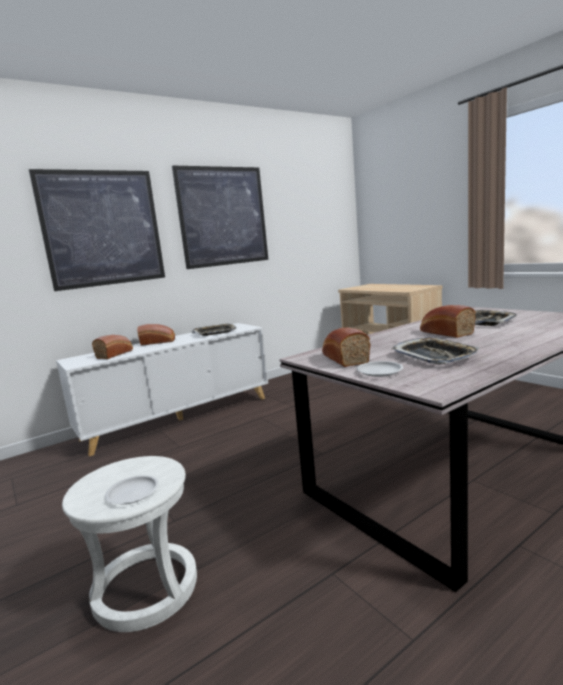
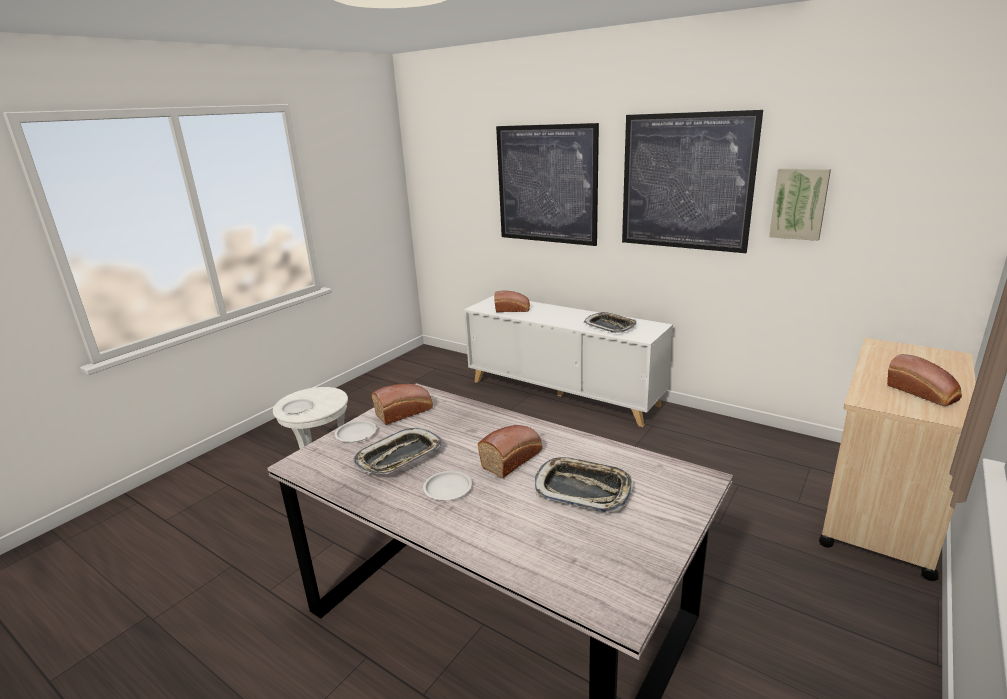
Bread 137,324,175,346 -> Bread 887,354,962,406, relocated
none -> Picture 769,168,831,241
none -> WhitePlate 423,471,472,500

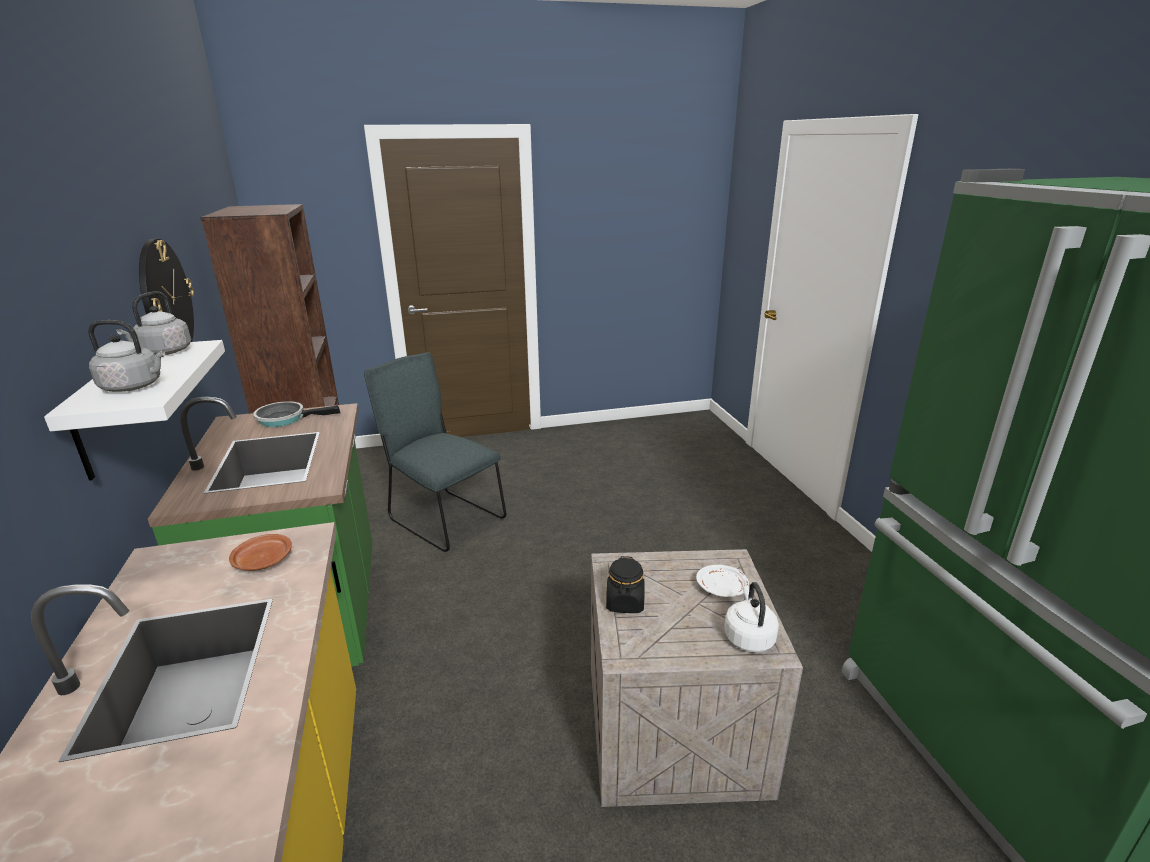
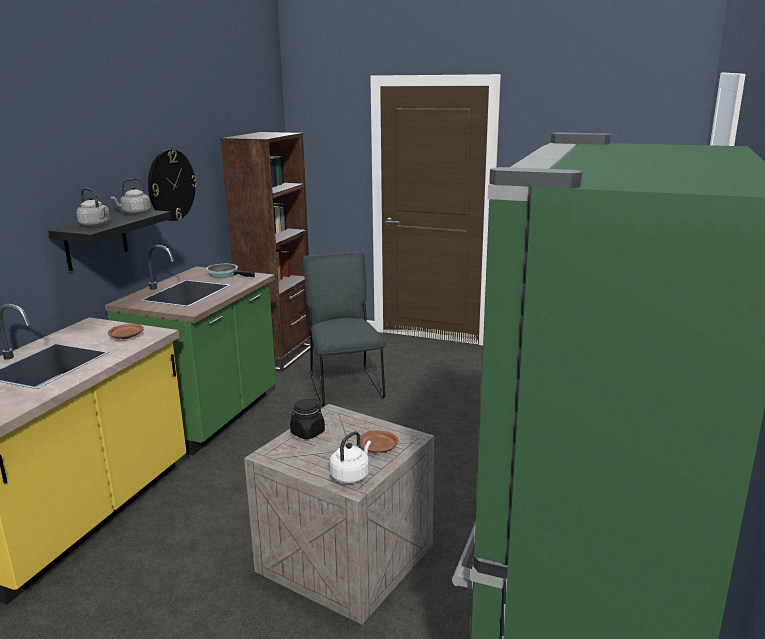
WhiteShelf 44,340,225,481 -> BlackShelf 48,210,171,271
WhitePlate 696,565,749,597 -> BrownPlate 360,430,398,452

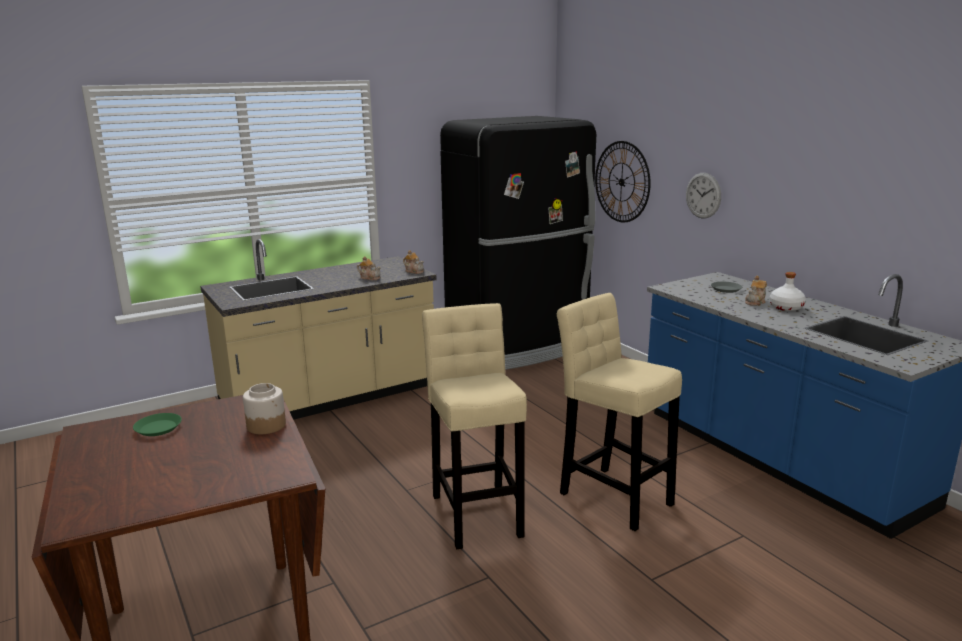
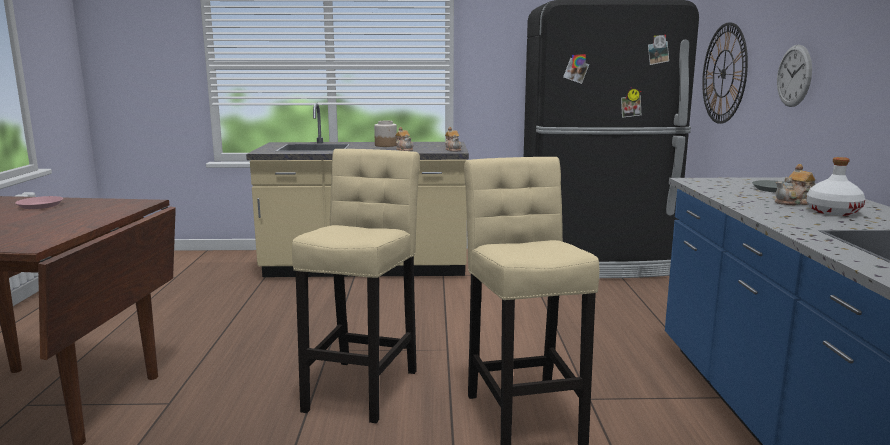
Jar 243,383,286,434 -> Jar 374,121,397,147, relocated
GreenPlate 133,413,182,436 -> PinkPlate 15,196,63,209

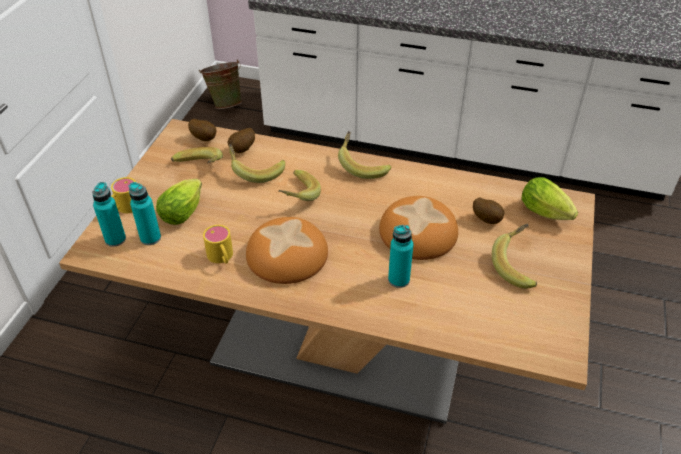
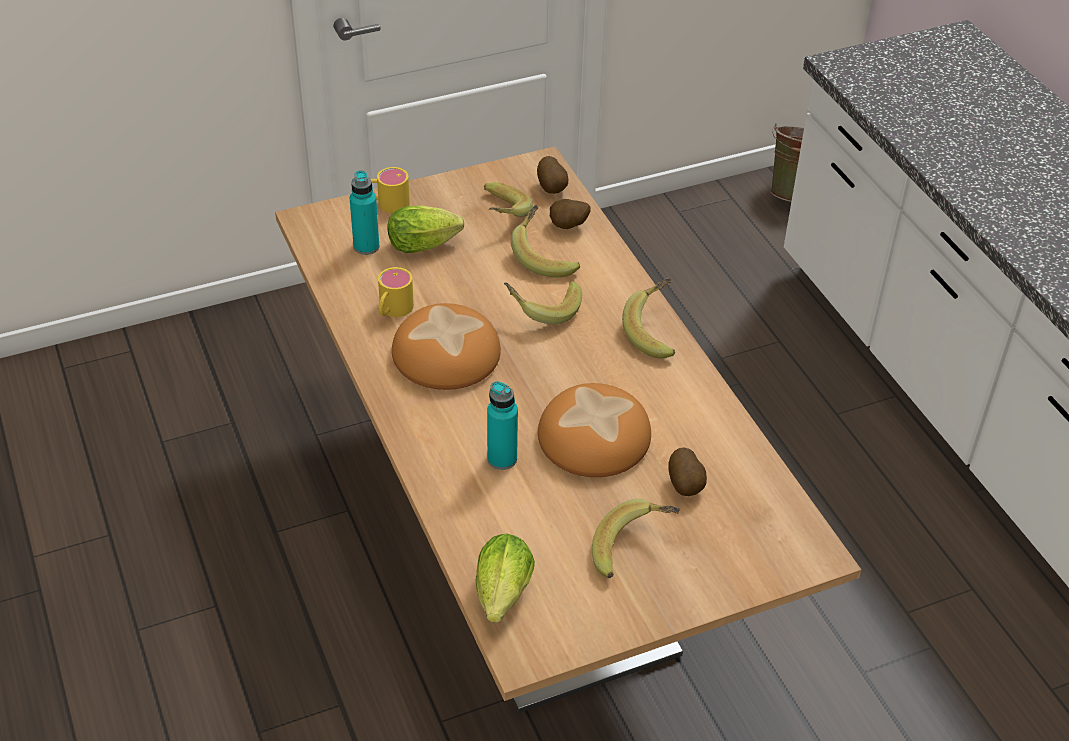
Lettuce 522,177,578,220 -> Lettuce 476,533,535,623, relocated
TurquoiseBottle 92,182,126,247 -> none

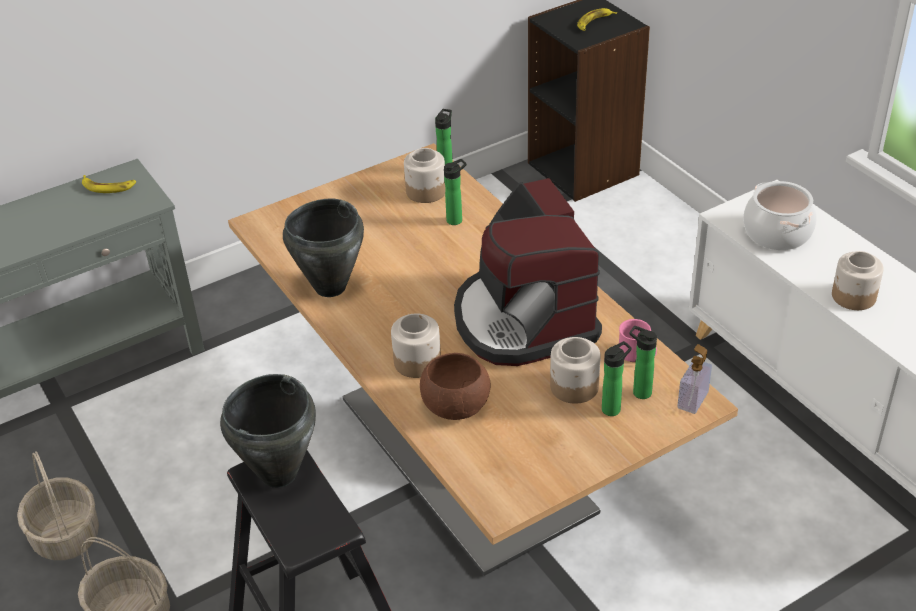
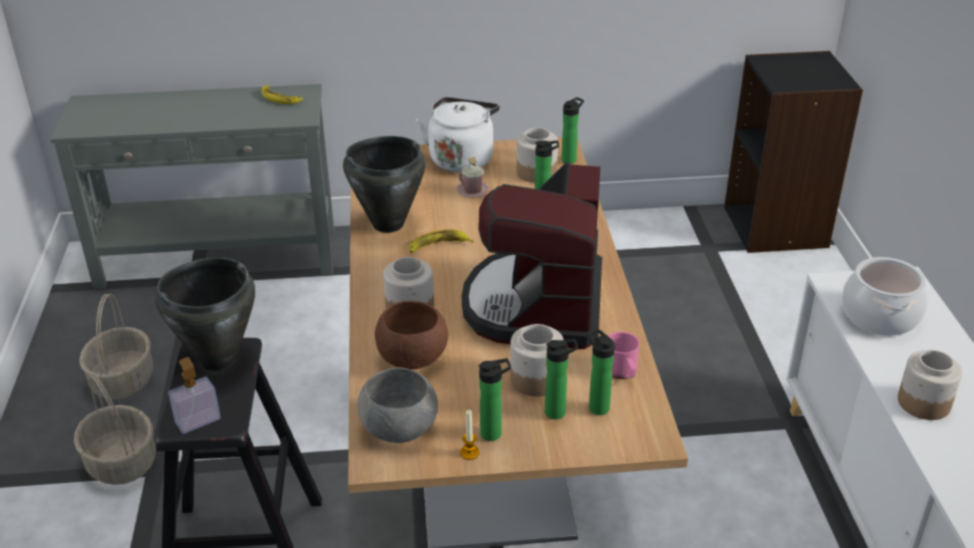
Banana 577,8,617,31 -> Banana 409,230,474,253, relocated
SoapDispenser 677,344,712,414 -> SoapDispenser 168,357,221,434, relocated
none -> WhiteKettle 416,97,500,172
none -> PinkMug 457,157,489,198
none -> Bottle 479,358,511,441
none -> GreyBowl 357,367,438,443
none -> Candle 460,410,480,460

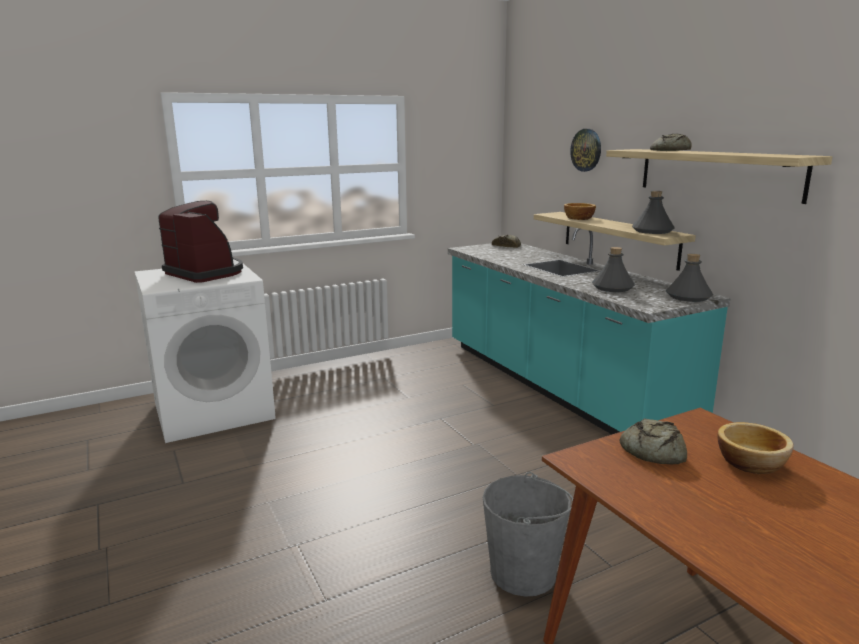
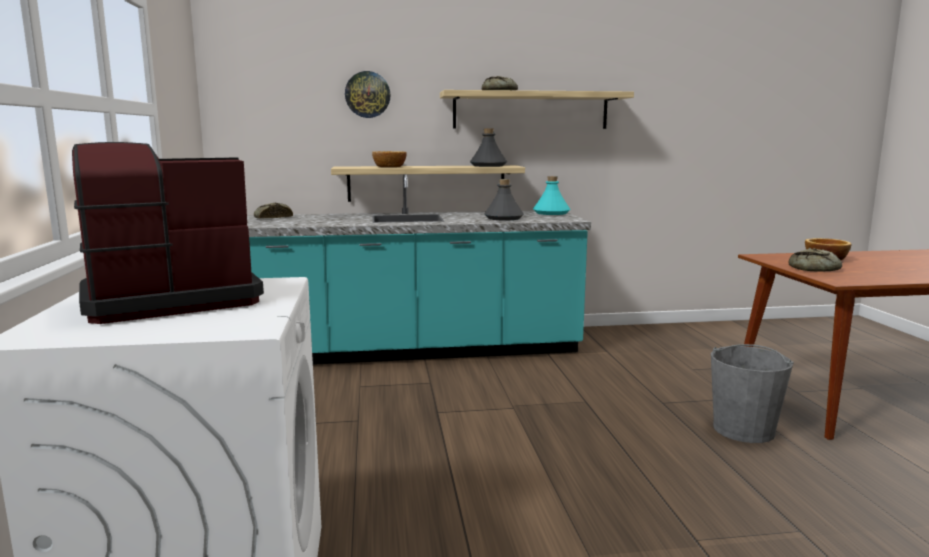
GreyBottle 666,254,713,302 -> TurquoiseBottle 533,176,571,215

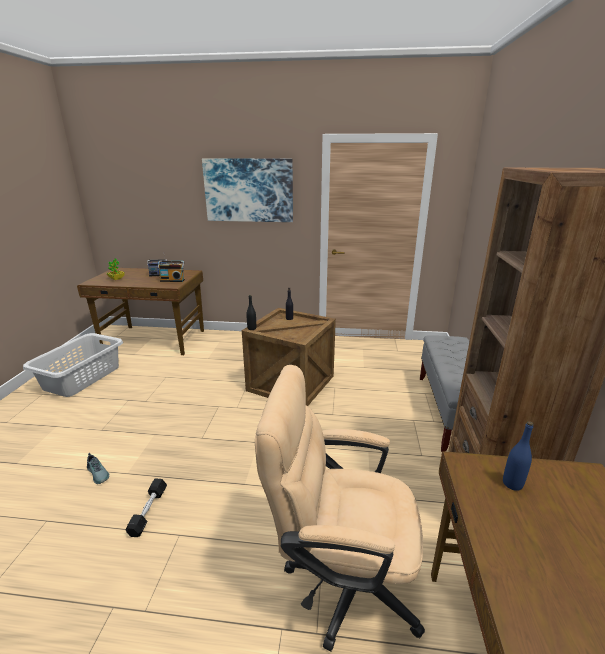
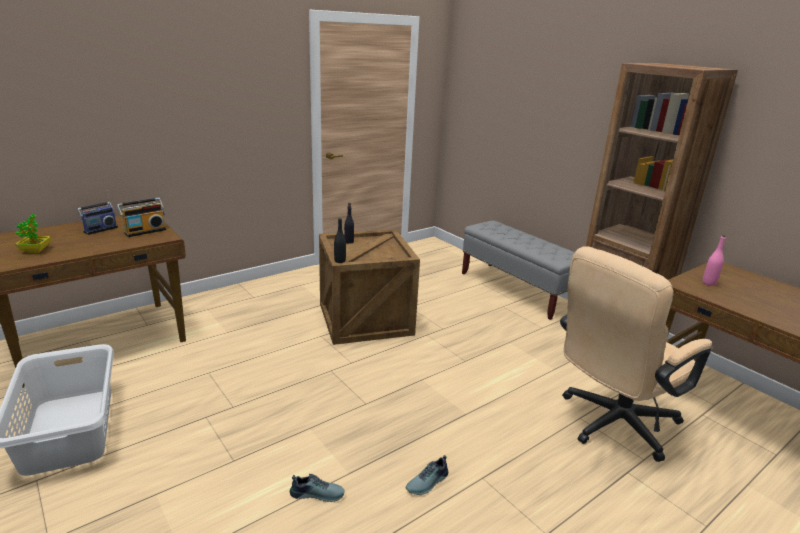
Picture 202,158,293,222 -> none
BlueBottle 503,421,533,491 -> PinkBottle 702,235,726,286
BlackDumbbell 126,478,167,537 -> Shoe 406,455,448,495

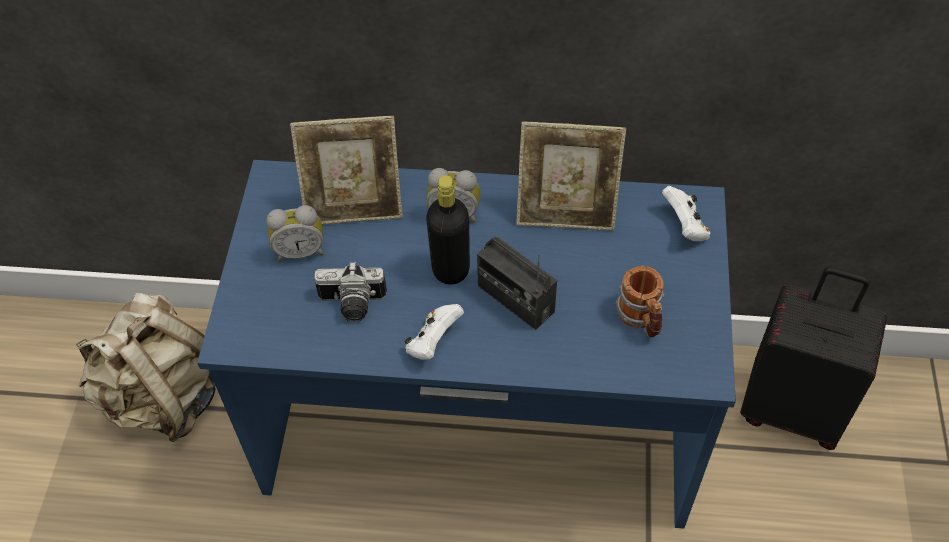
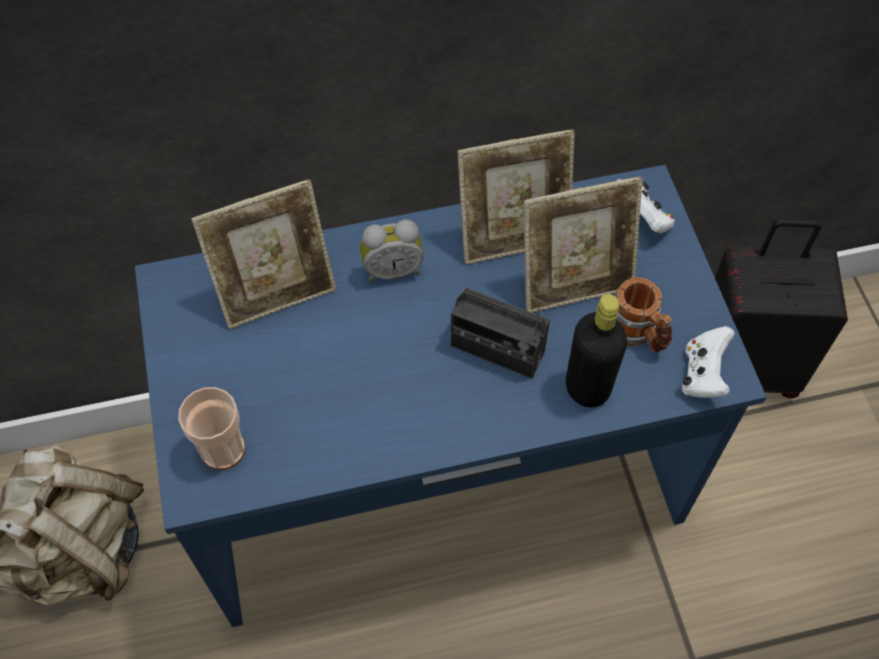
BlackBottle 426,175,470,285 -> BlackBottle 566,294,627,407, relocated
AlarmClock 266,205,324,262 -> none
PhotoCamera 314,262,387,322 -> none
WhiteGameController 404,304,464,360 -> WhiteGameController 682,326,735,398, relocated
none -> PictureFrame 524,176,643,313
none -> Cup 178,387,245,470

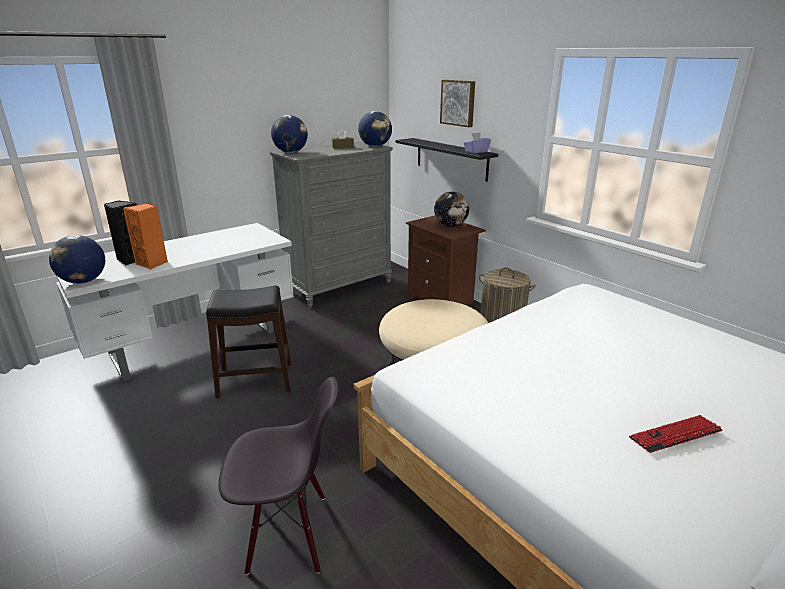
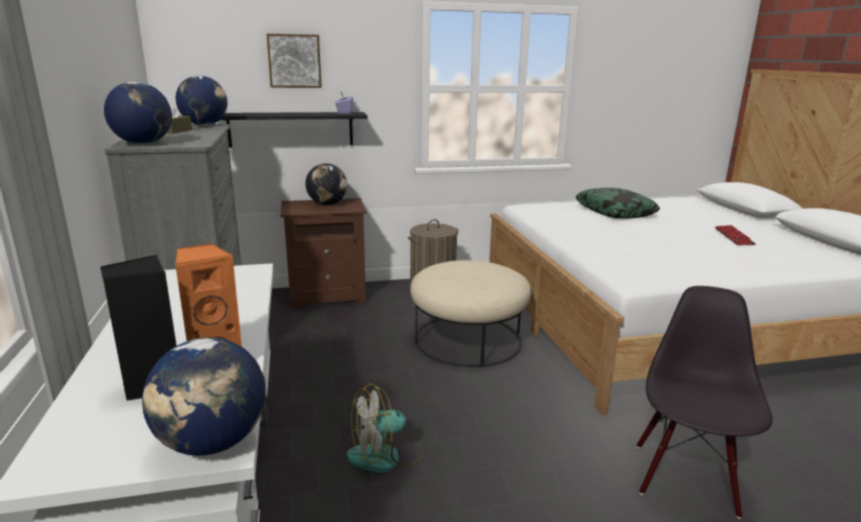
BlackStool 206,286,291,398 -> Fan 347,383,424,473
none -> Pillow 576,188,660,219

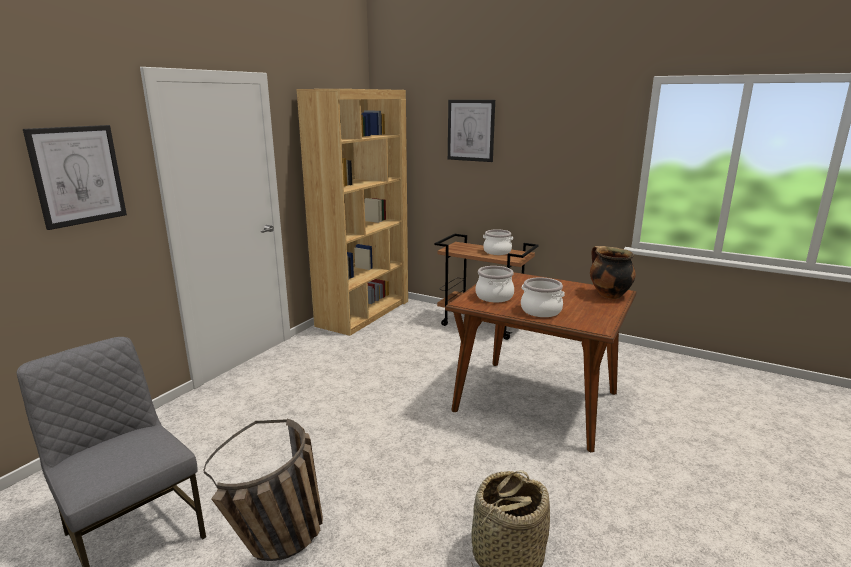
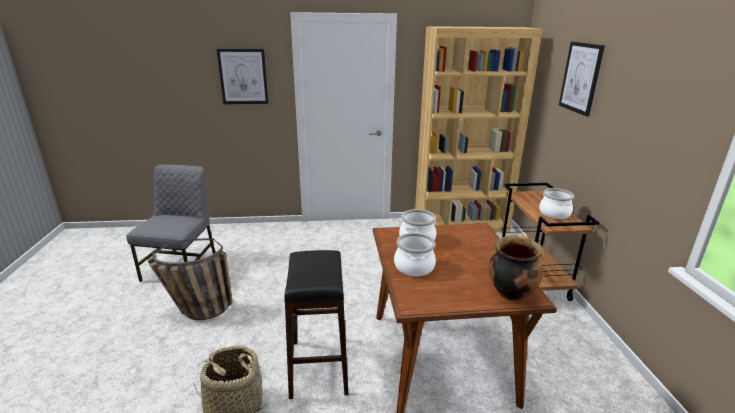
none -> BlackStool 284,250,348,399

